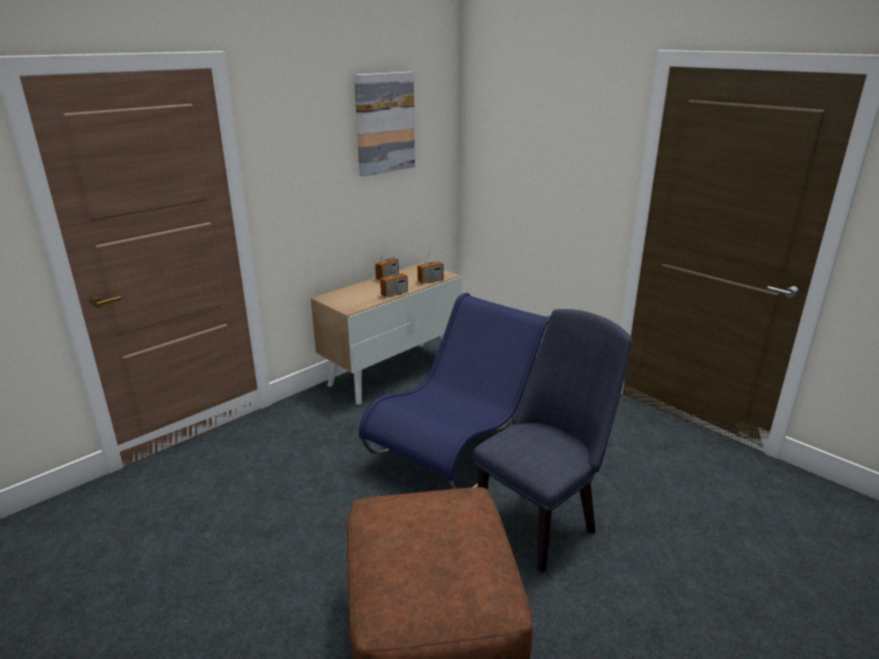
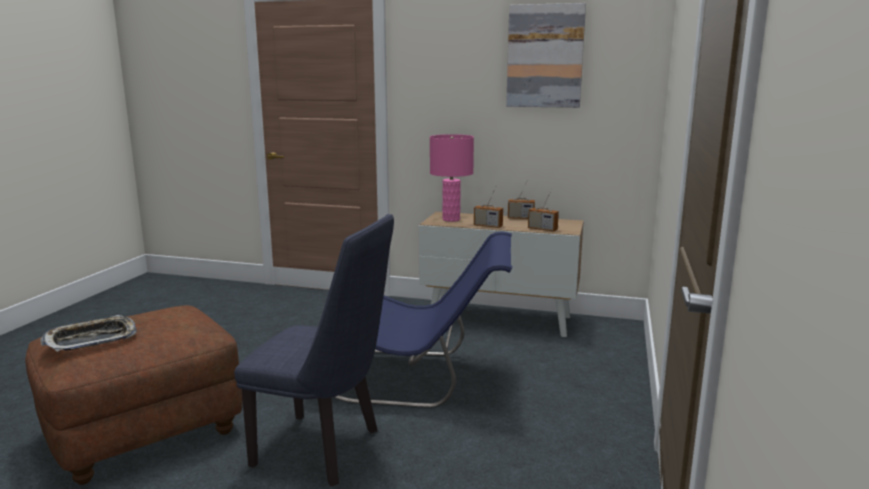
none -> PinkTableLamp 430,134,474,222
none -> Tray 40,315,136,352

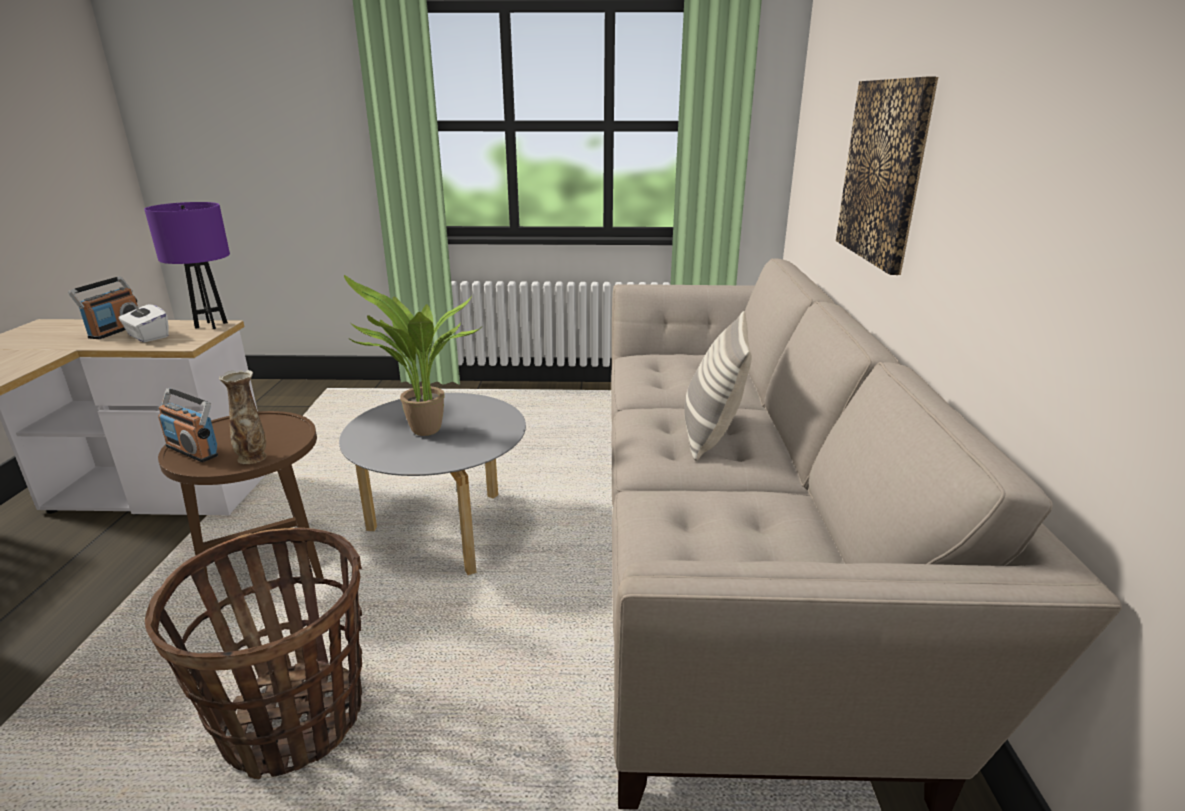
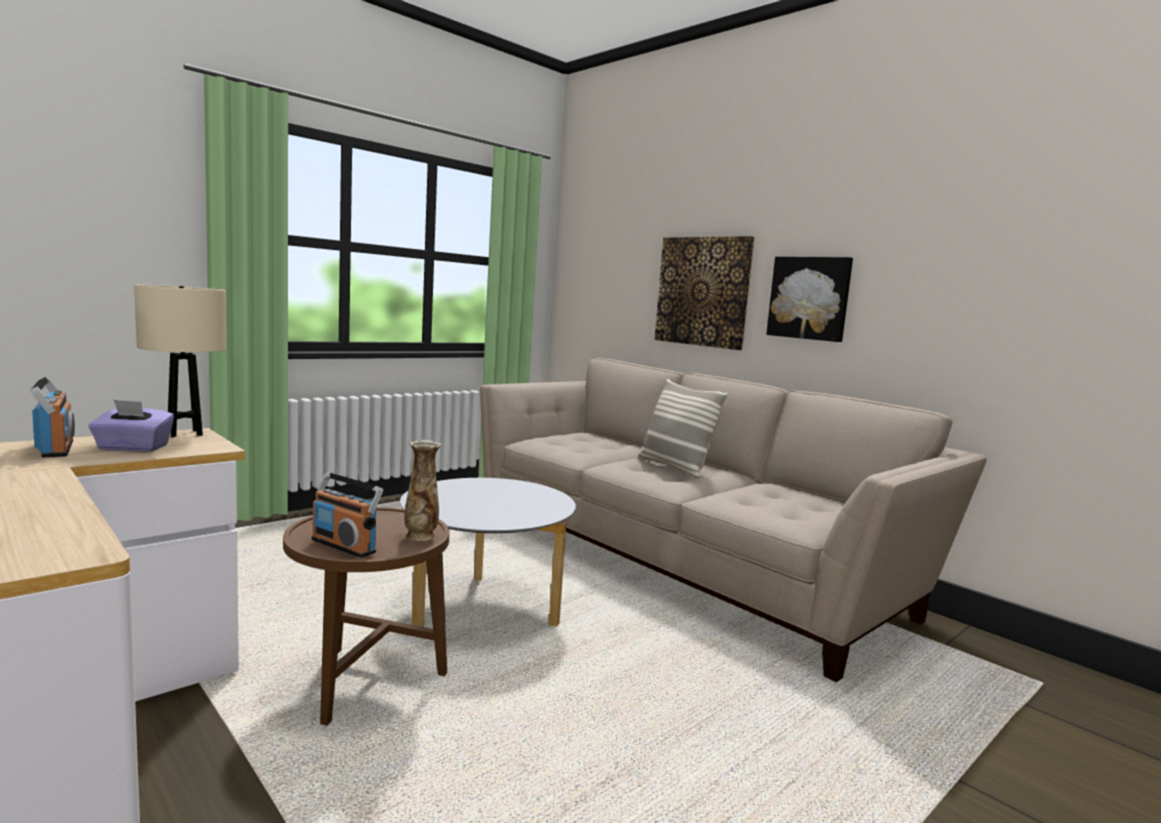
PurpleTableLamp 144,202,230,329 -> BeigeTableLamp 134,284,226,438
PottedPlant 344,275,480,436 -> none
WhiteTissueBox 118,301,169,342 -> PurpleTissueBox 89,399,174,452
Radio 158,388,218,462 -> Radio 312,472,383,558, 45 degrees clockwise
Basket 145,528,362,779 -> none
none -> Picture 766,257,853,342

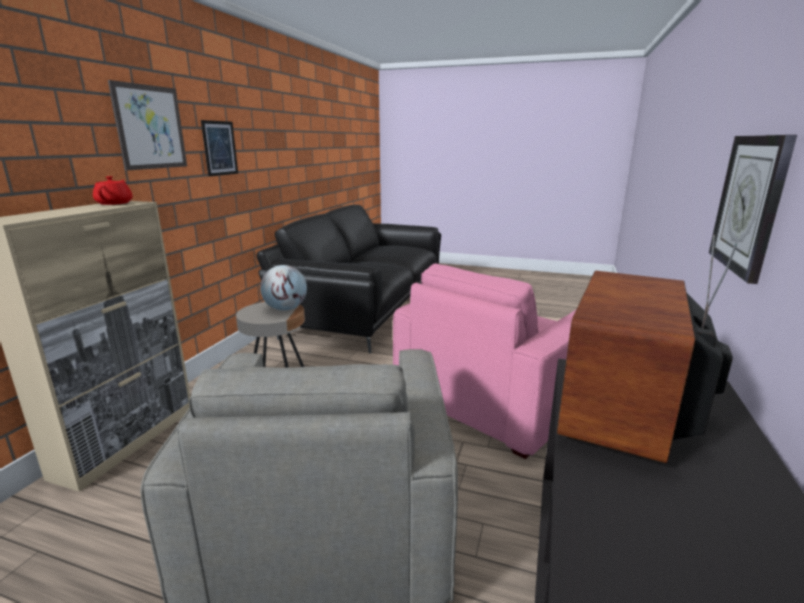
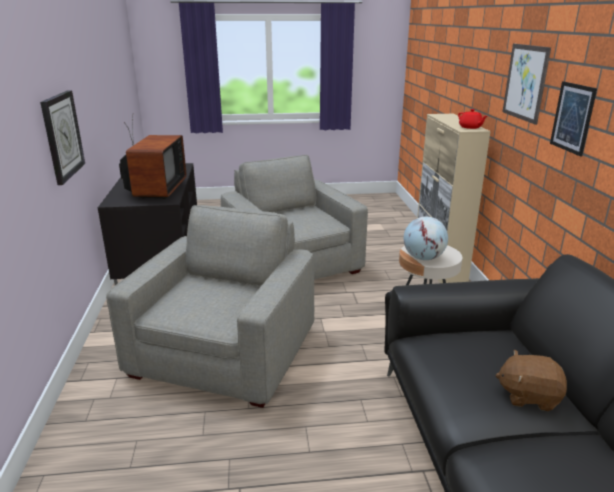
PinkArmchair 393,264,576,459 -> GreyArmchair 106,205,314,408
none -> BrownPlushToy 495,349,567,411

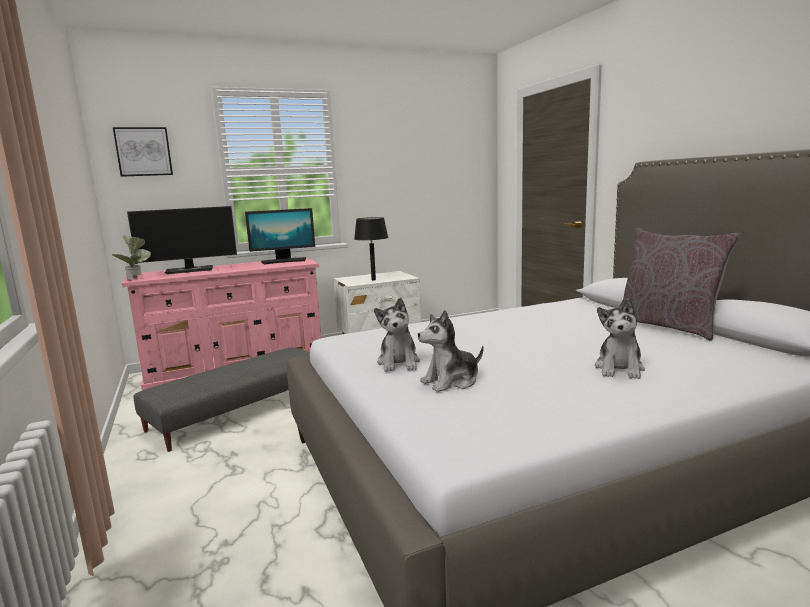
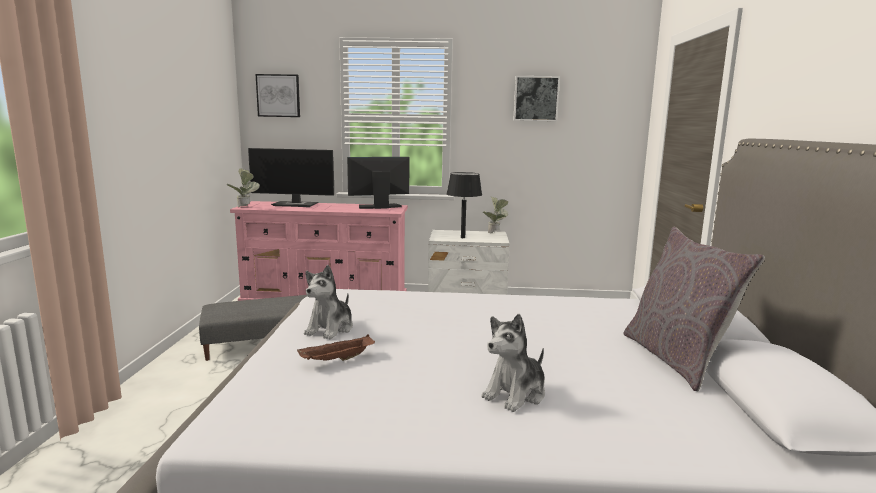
Monitor 245,208,315,264 -> Monitor 347,157,409,209, 150 degrees clockwise
PlushToy 418,310,483,392 -> BrownTray 297,335,375,361
none -> Picture 513,76,560,121
none -> PottedPlant 483,197,508,233

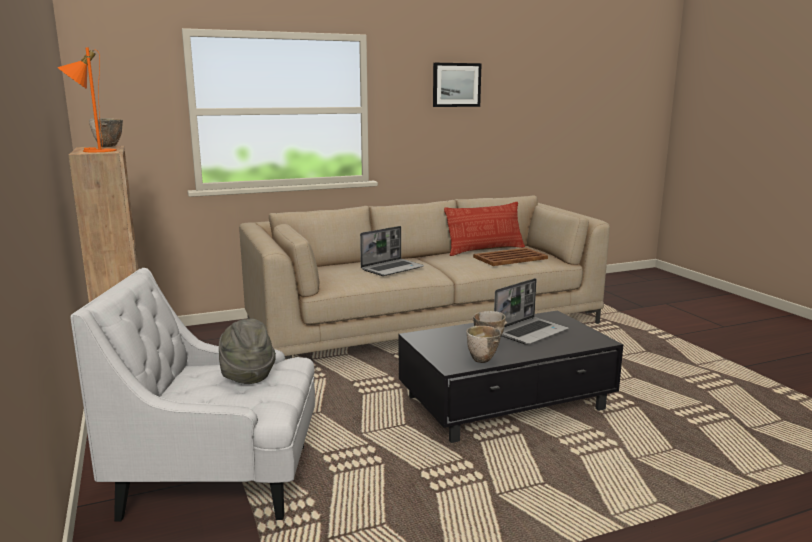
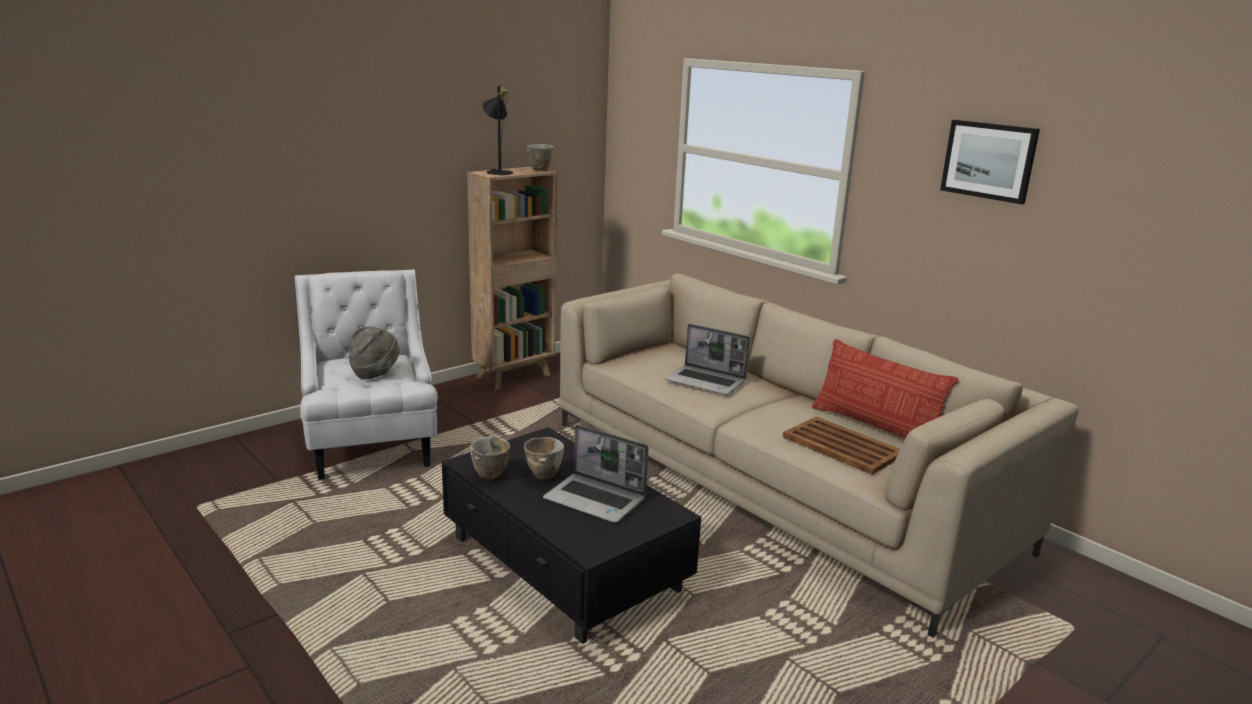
OrangeTableLamp 57,48,117,152 -> BlackTableLamp 482,86,513,175

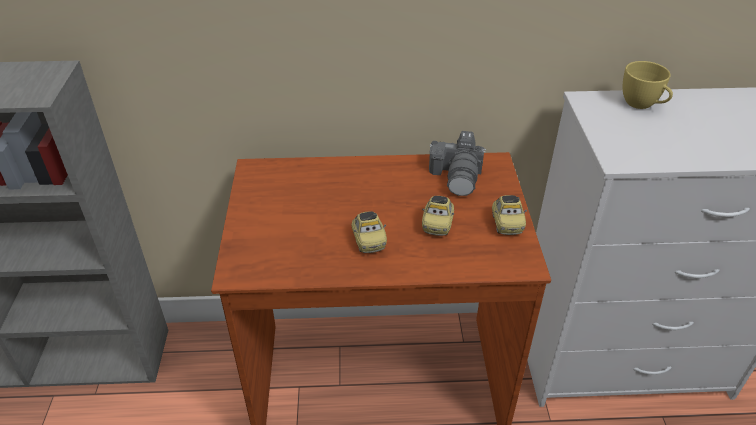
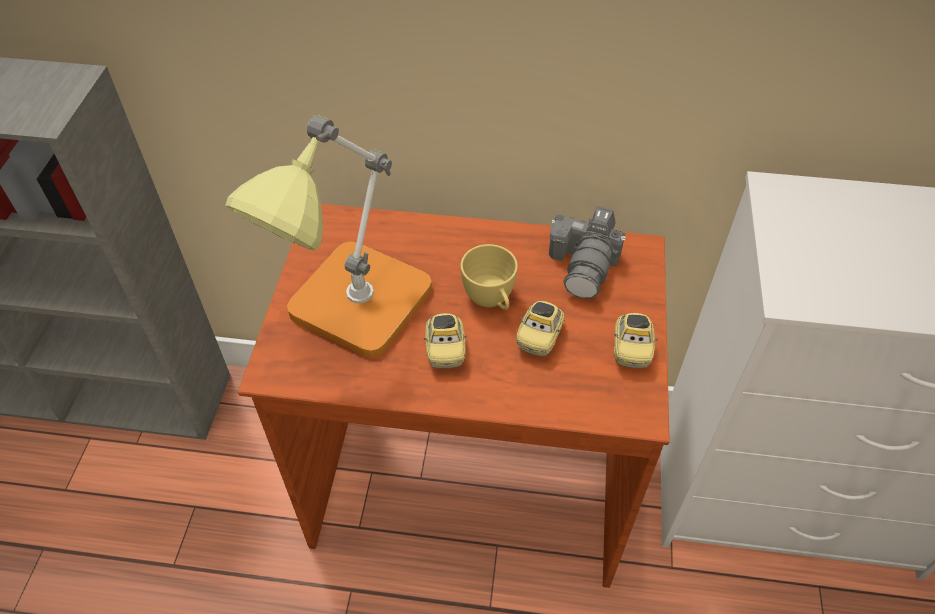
YellowCup 623,61,673,109 -> YellowCup 461,244,518,310, relocated
none -> TableLamp 225,115,432,358

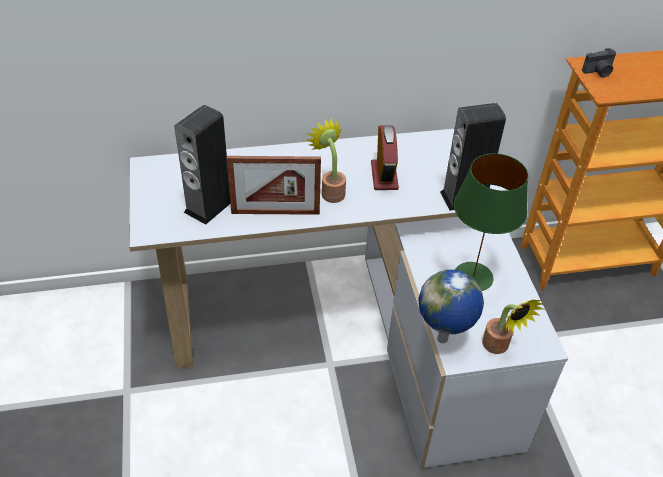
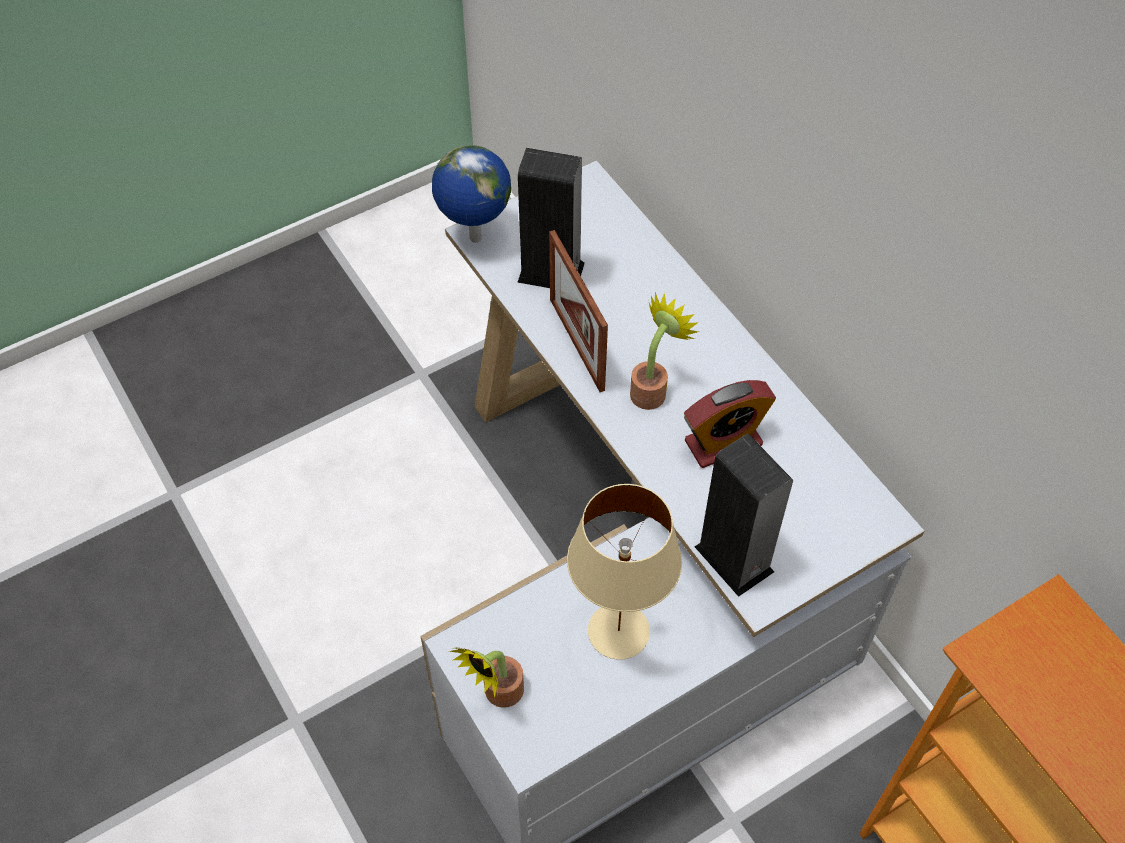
PhotoCamera 582,48,616,78 -> none
GreenTableLamp 454,153,528,291 -> BeigeTableLamp 567,484,682,659
Globe 418,270,484,343 -> Globe 432,145,511,243, relocated

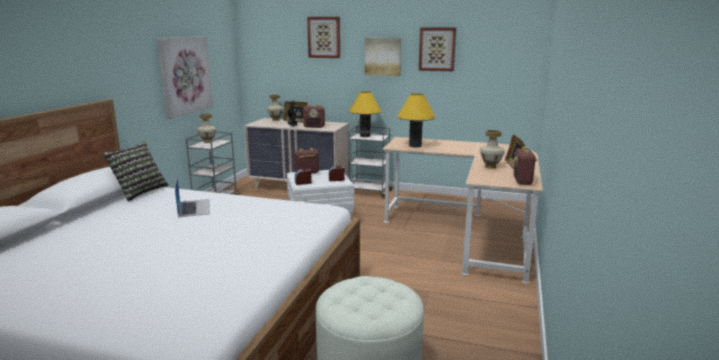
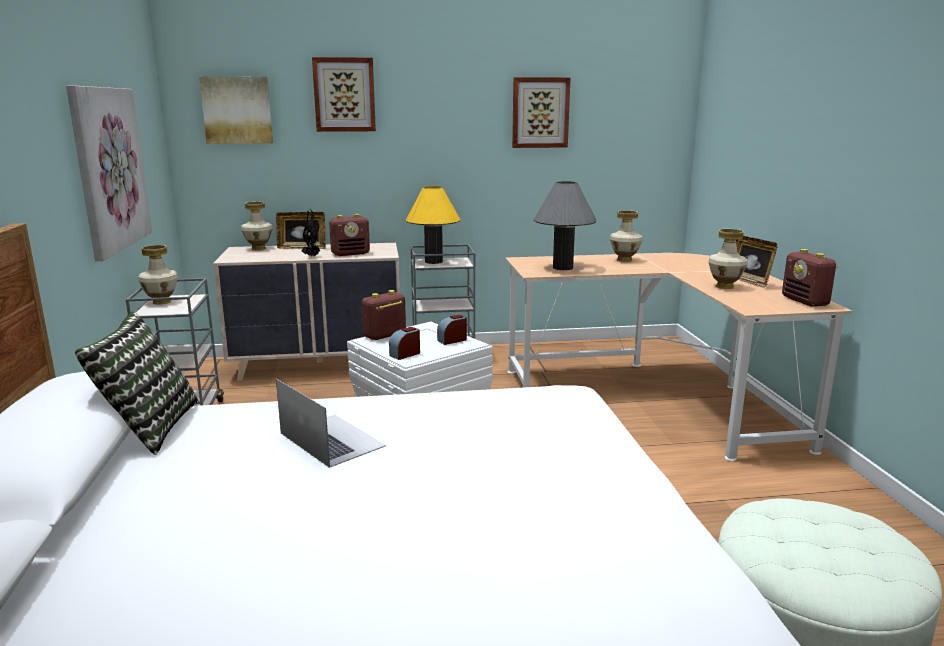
Picture 365,38,401,76 -> Picture 199,76,273,144, relocated
YellowTableLamp 397,93,436,147 -> GreyTableLamp 534,181,596,270
none -> Vase 610,211,643,262

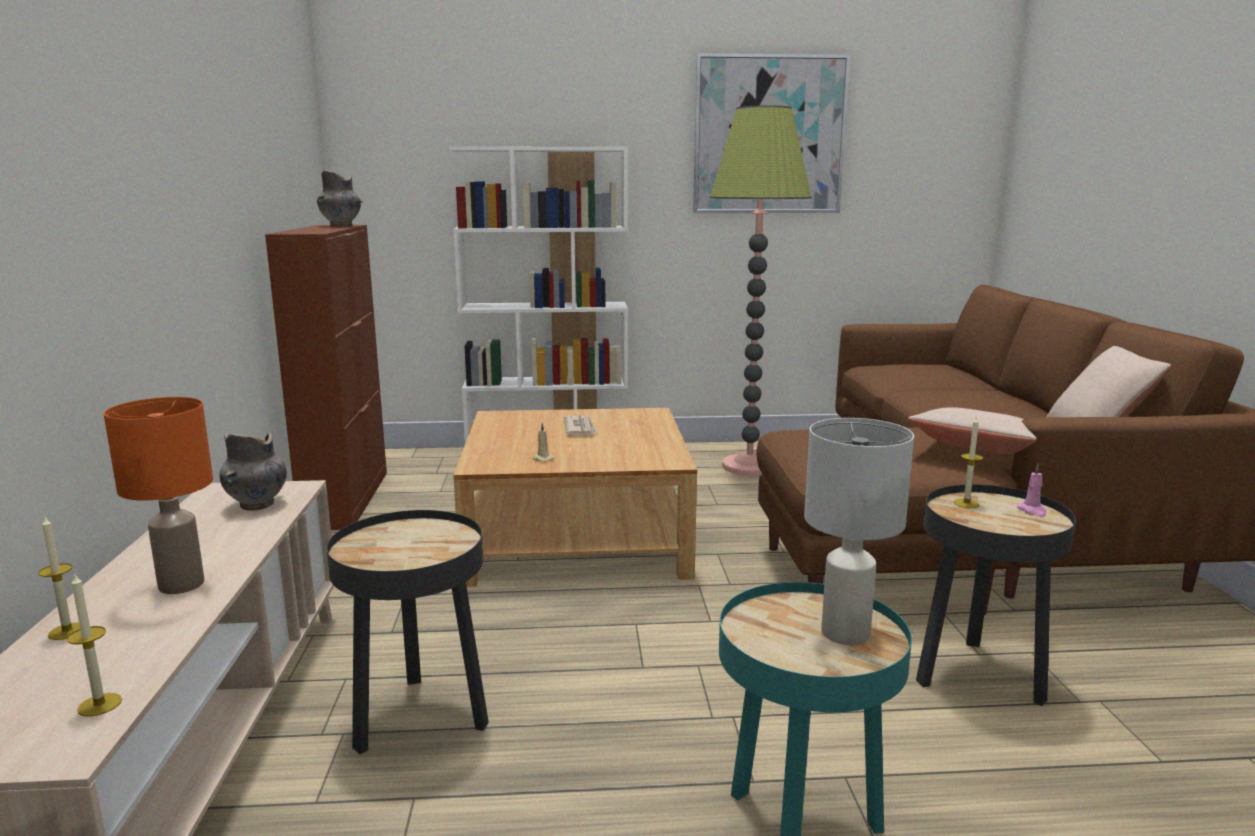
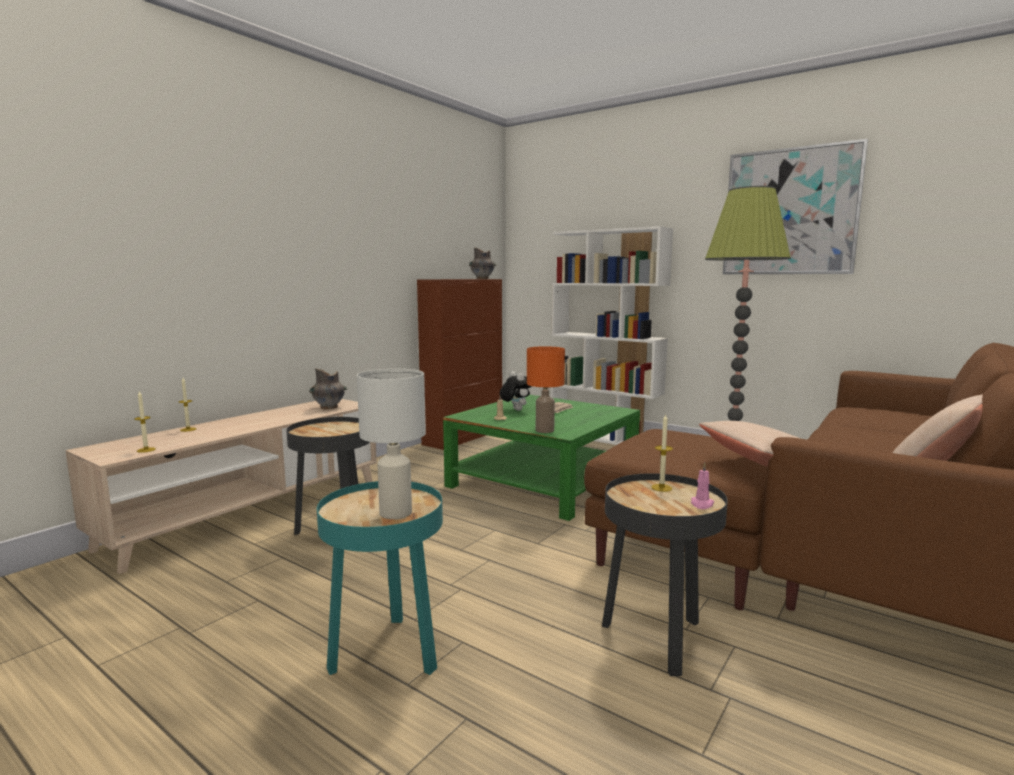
OrangeTableLamp 104,397,213,594 -> OrangeTableLamp 527,346,565,433, relocated
BeigeCoffeeTable 453,408,697,587 -> GreenCoffeeTable 443,395,640,521
none -> PlushToy 500,371,531,411

